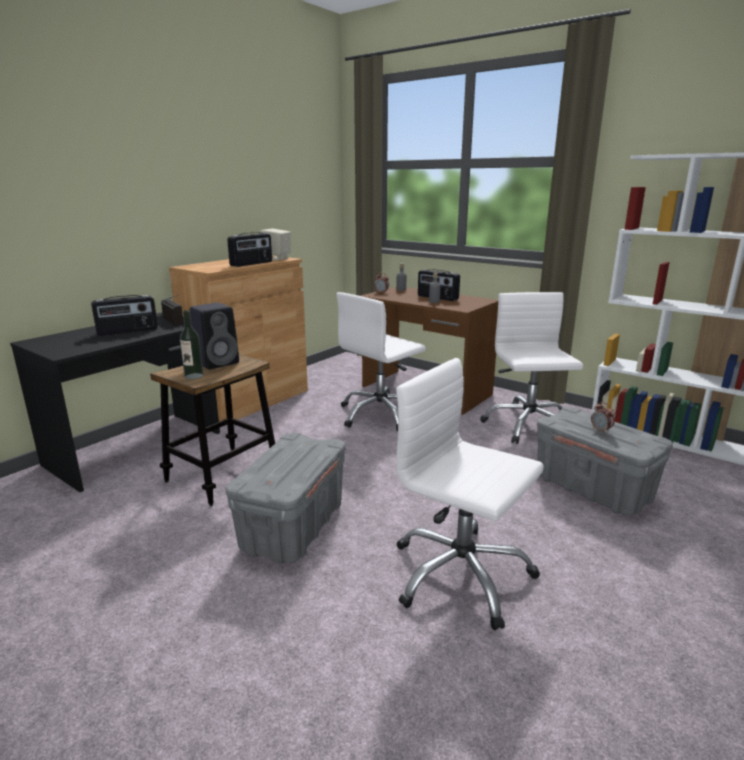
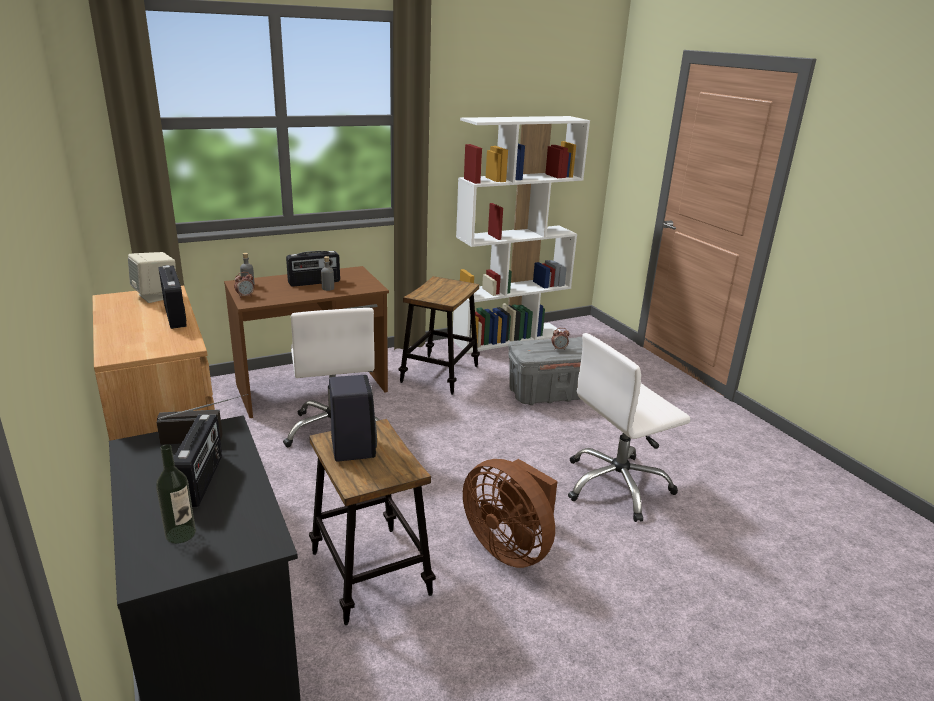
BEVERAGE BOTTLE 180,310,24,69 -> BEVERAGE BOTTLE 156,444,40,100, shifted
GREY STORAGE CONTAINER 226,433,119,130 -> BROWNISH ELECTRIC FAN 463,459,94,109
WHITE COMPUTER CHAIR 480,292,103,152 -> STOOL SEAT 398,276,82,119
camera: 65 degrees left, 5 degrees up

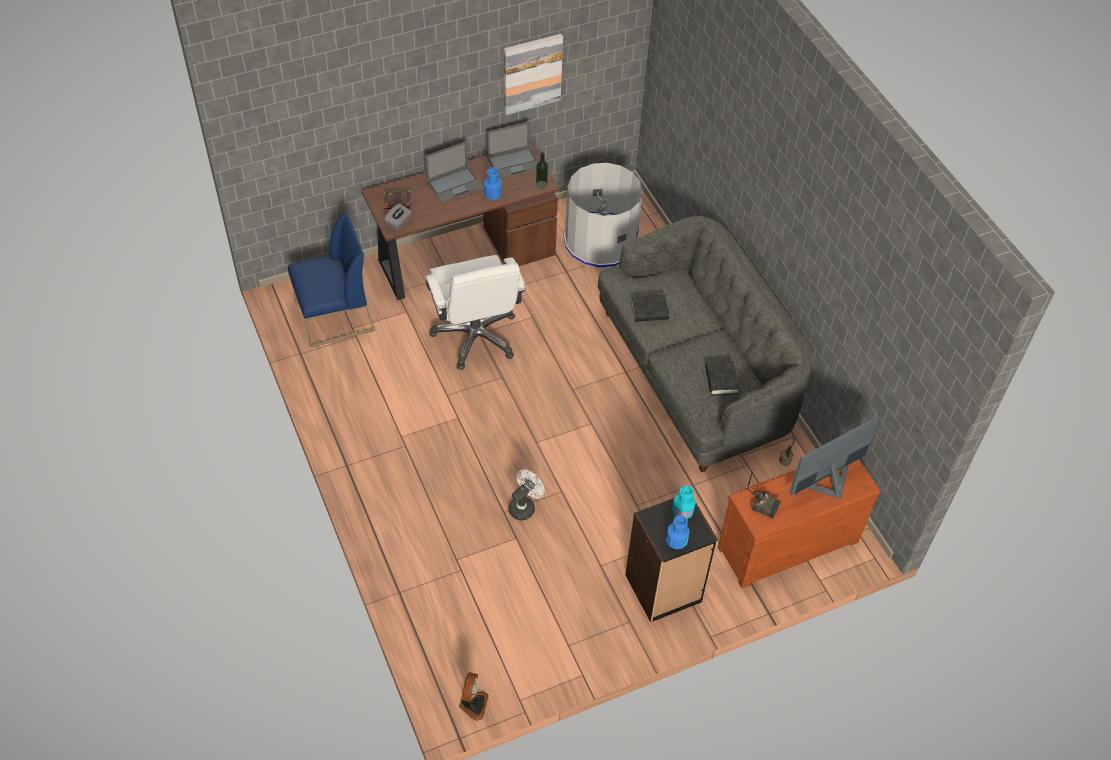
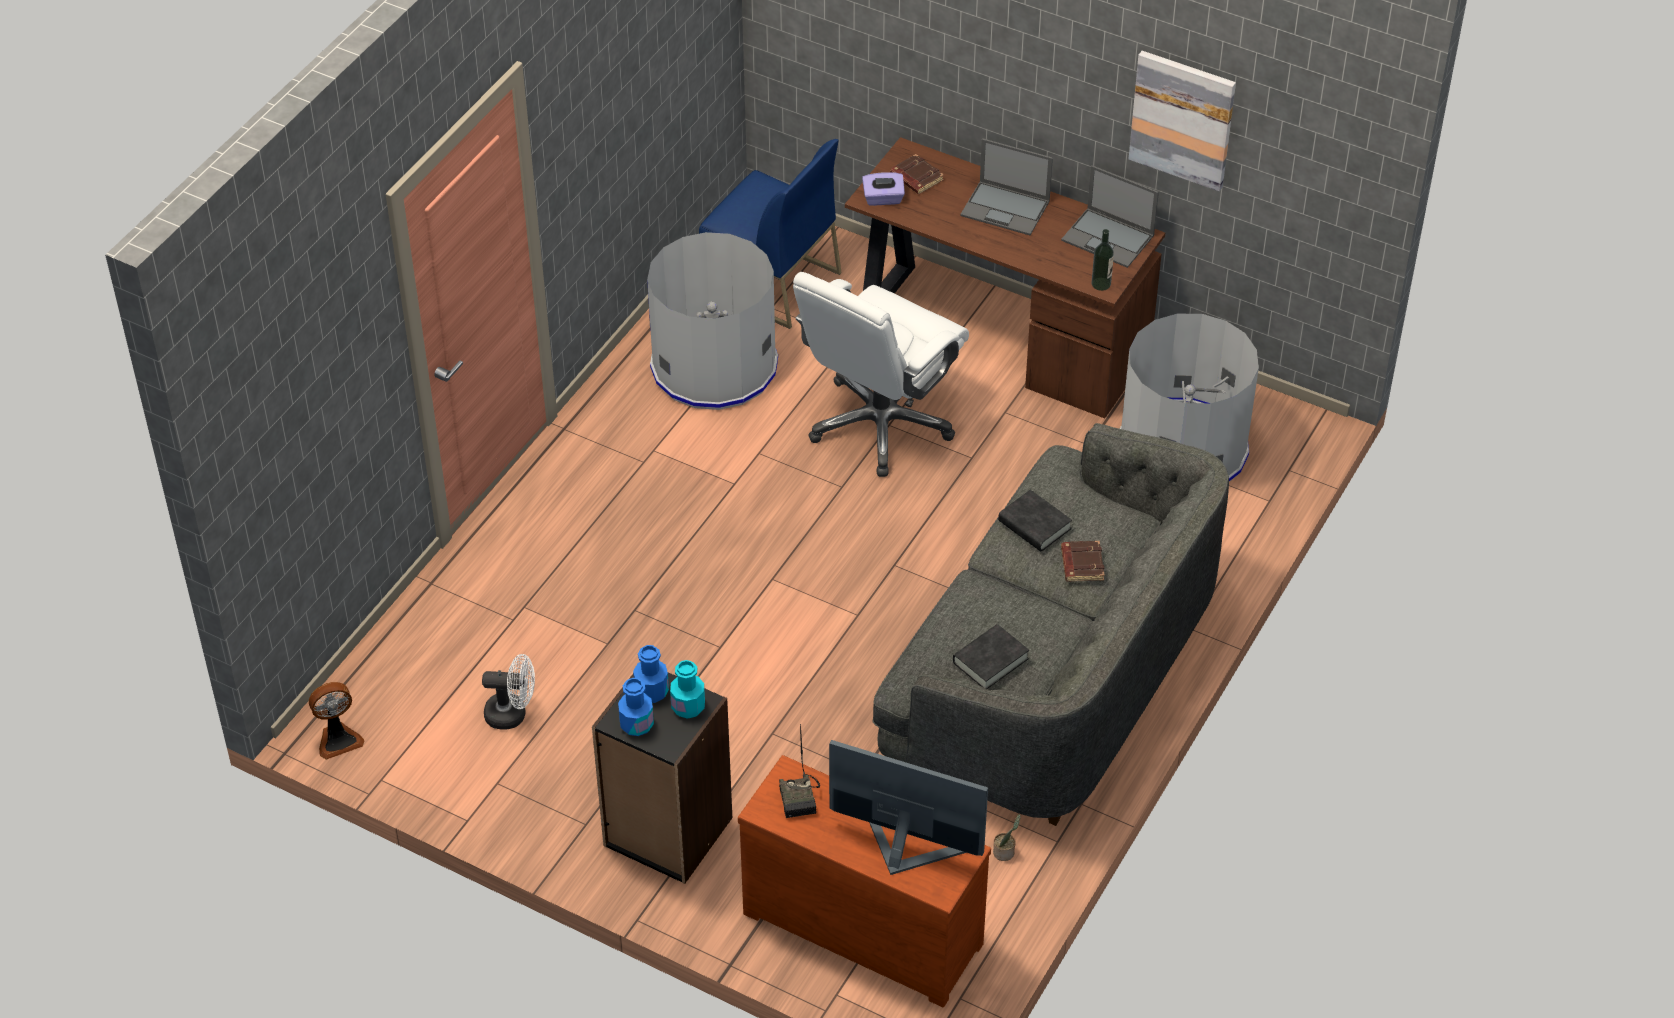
none -> GREY RUBBISH BIN 647,232,131,178
none -> BROWNISH BOUND BOOK 1061,541,44,41
BLUISH BEVERAGE BOTTLE 484,167,18,33 -> BLUISH BEVERAGE BOTTLE 633,645,36,58, shifted
WHITE ELECTRIC FAN 509,469,36,51 -> WHITE ELECTRIC FAN 482,654,53,76, shifted
GREY TISSUE BOX 384,203,28,28 -> PURPLISH TISSUE BOX 862,172,43,34
camera: 55 degrees right, 5 degrees down

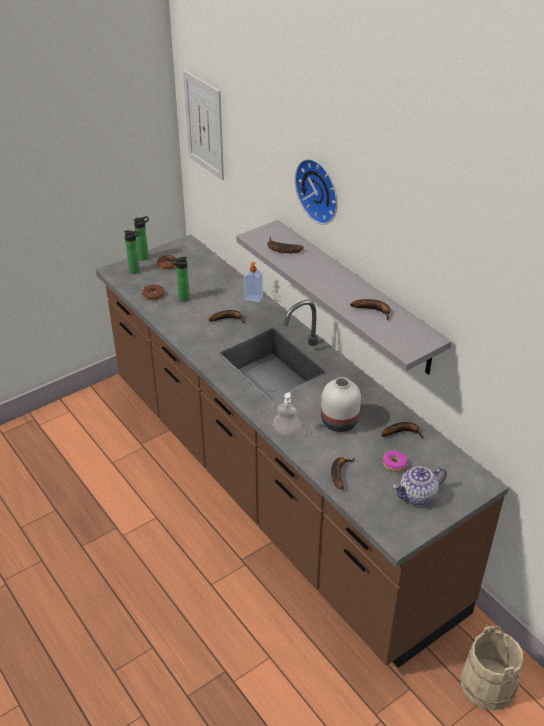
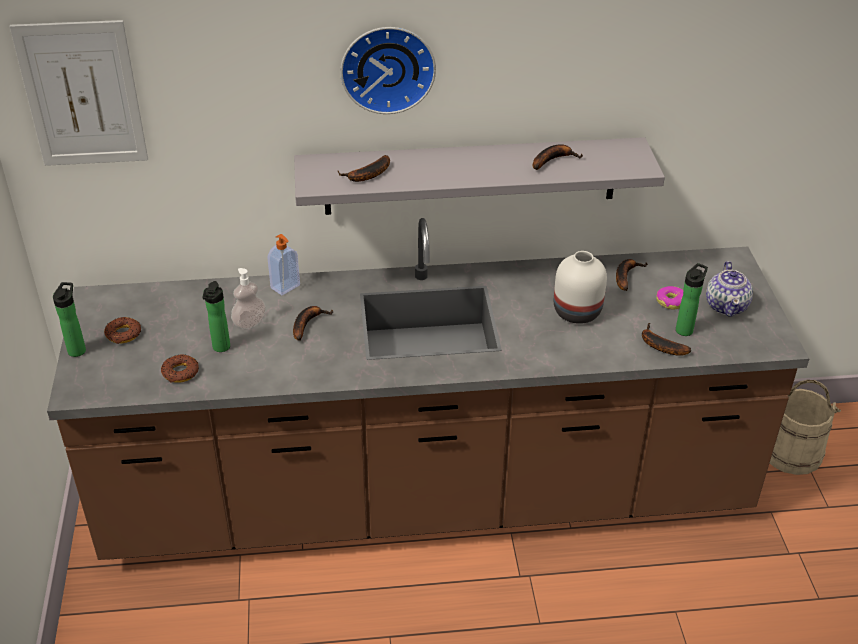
BEVERAGE BOTTLE 124,230,16,44 -> BEVERAGE BOTTLE 676,263,32,73, shifted
SOAP DISPENSER 273,392,28,45 -> SOAP DISPENSER 231,268,35,61, shifted
camera: 60 degrees left, 0 degrees up

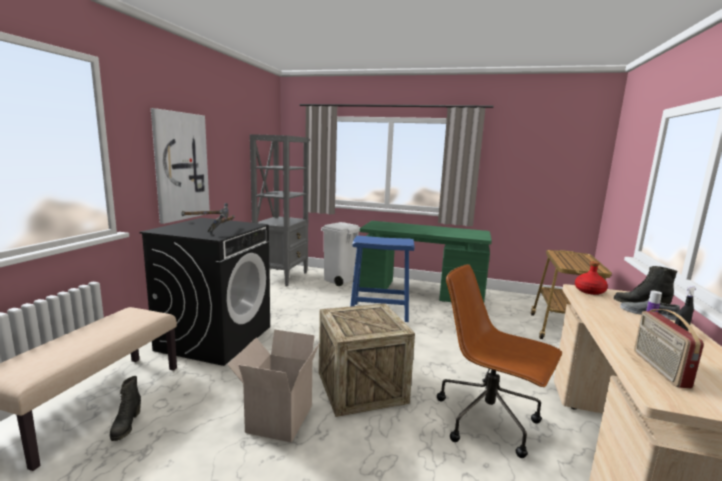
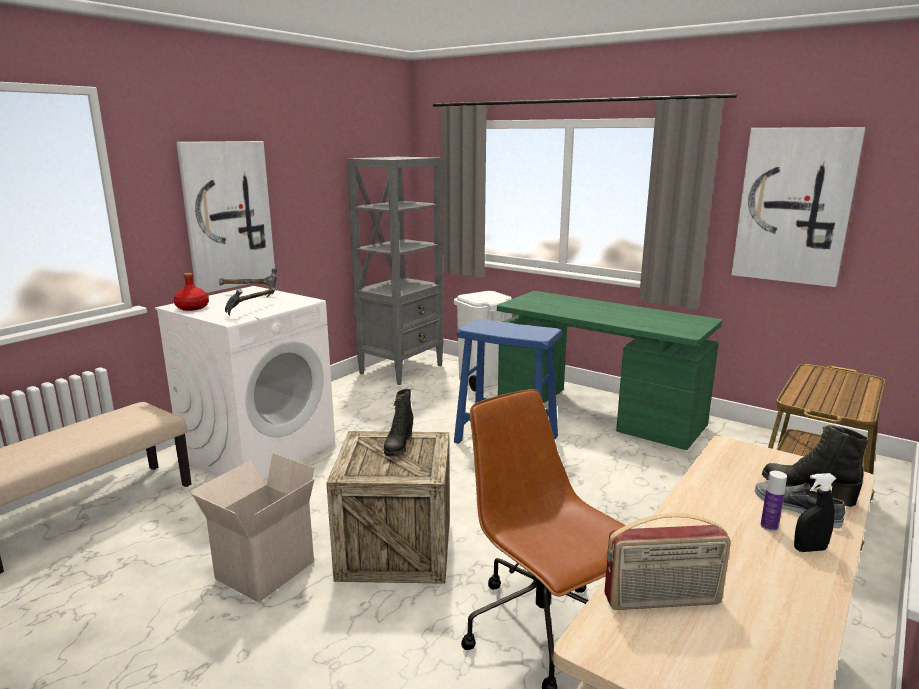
none -> WALL ART 731,127,134,160
BLACK TALL BOOT 110,376,31,65 -> BLACK TALL BOOT 384,389,29,68, shifted
RED BEVERAGE BOTTLE 575,261,33,34 -> RED BEVERAGE BOTTLE 174,273,35,38, shifted
BLACK WASHING MACHINE 139,218,131,148 -> WHITE WASHING MACHINE 155,286,180,195
RADIO 634,309,70,79 -> RADIO 604,513,127,97, 120 degrees counterclockwise
camera: 20 degrees right, 5 degrees up

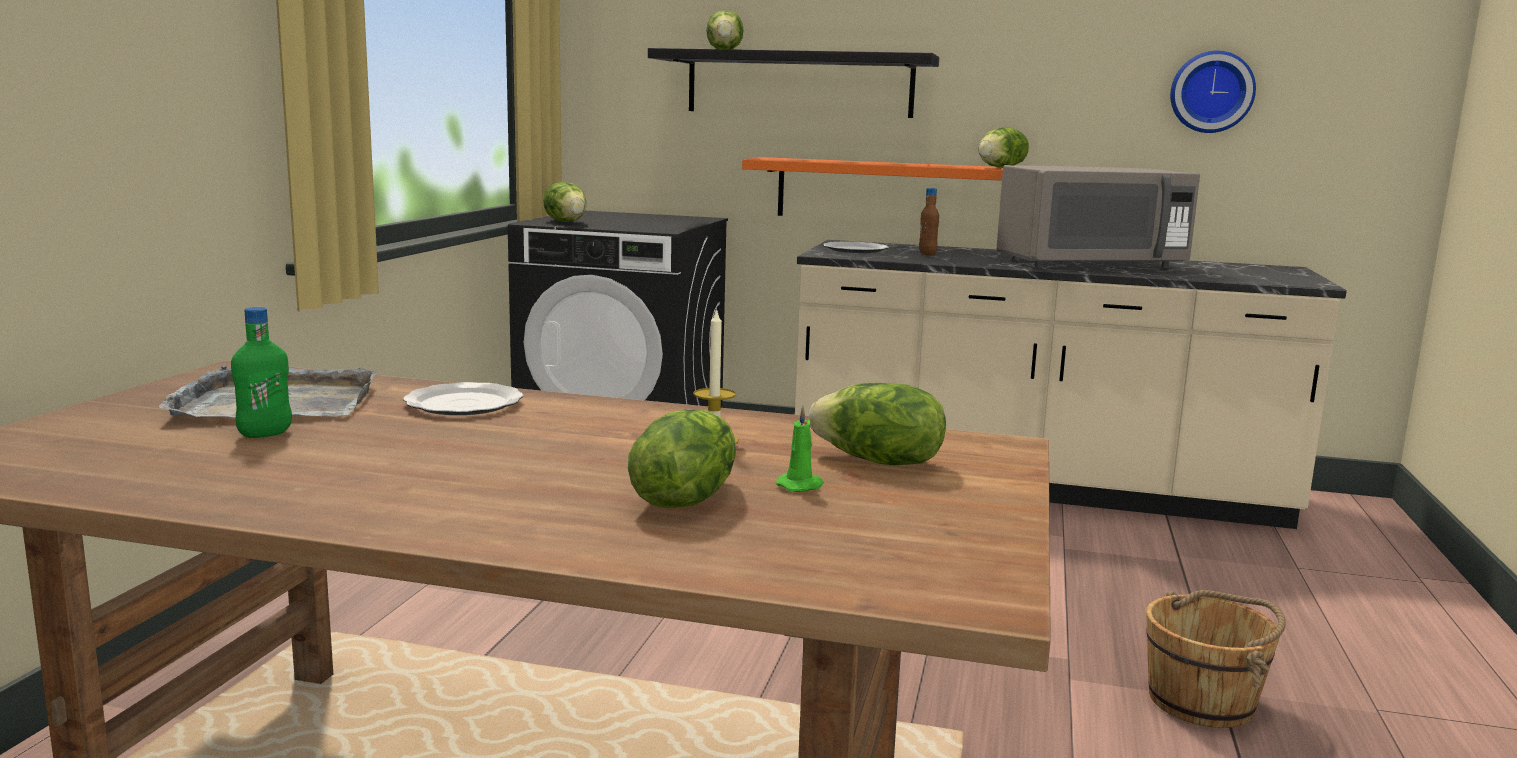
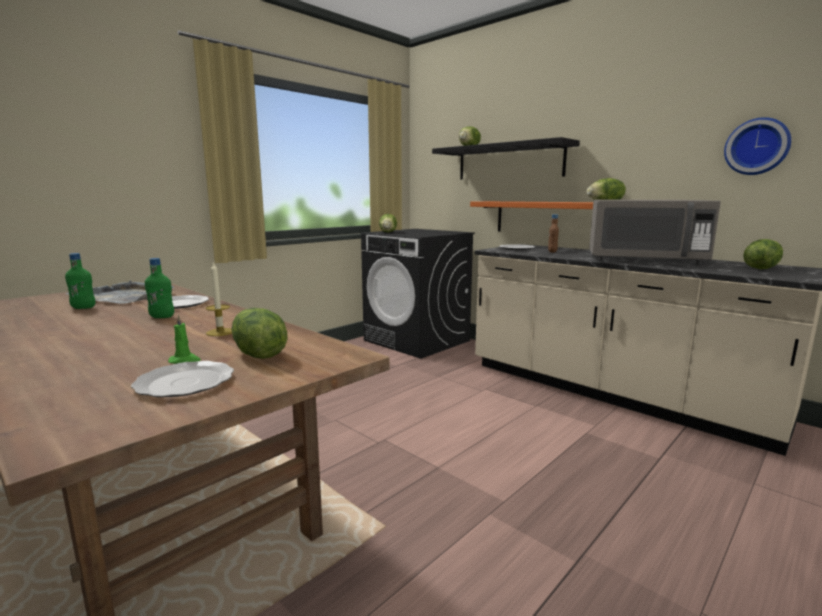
BROWNISH BUCKET 1146,590,139,138 -> none
none -> PLATE 131,361,103,36
none -> GREEN BEVERAGE BOTTLE 145,258,29,60
LETTUCE 628,409,108,99 -> LETTUCE 743,239,40,30, shifted
camera: 30 degrees right, 0 degrees up

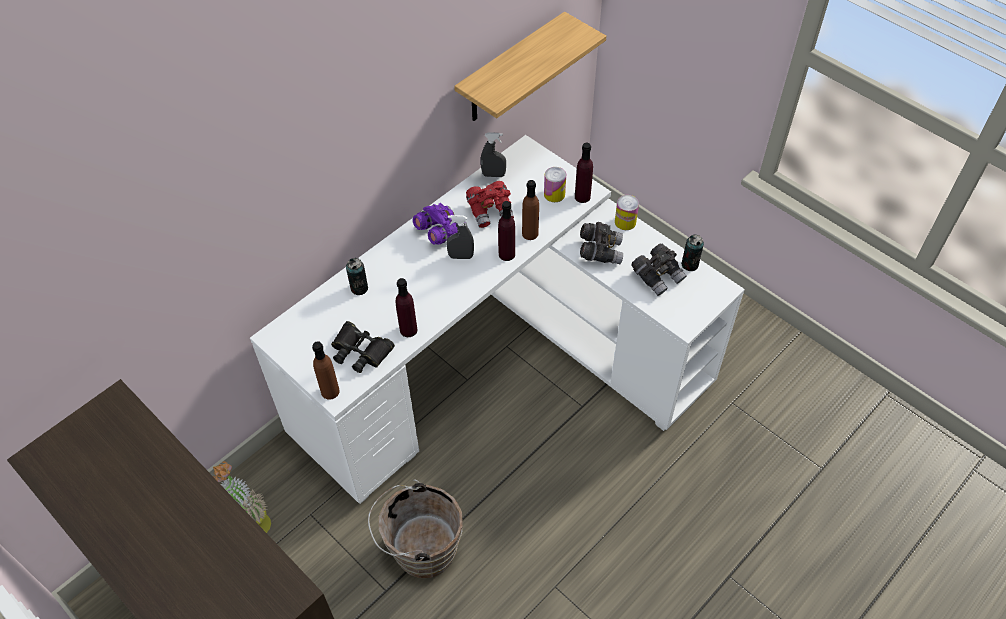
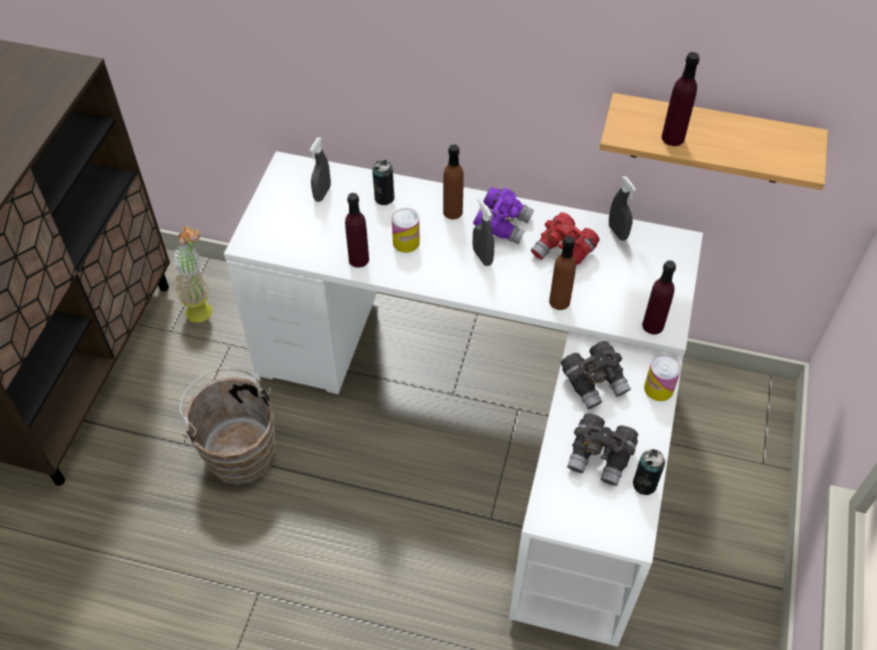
BLACK PAIR OF BINOCULARS 331,321,64,52 -> none
none -> GREY SPRAYER 310,137,21,65
BROWNISH BEVERAGE BOTTLE 312,341,28,59 -> BROWNISH BEVERAGE BOTTLE 443,144,21,75, shifted
PURPLISH BEVERAGE BOTTLE 498,201,17,60 -> PURPLISH BEVERAGE BOTTLE 662,52,38,94, shifted
SEALED CAN 544,167,22,35 -> SEALED CAN 392,208,28,45, shifted
camera: 60 degrees right, 0 degrees up

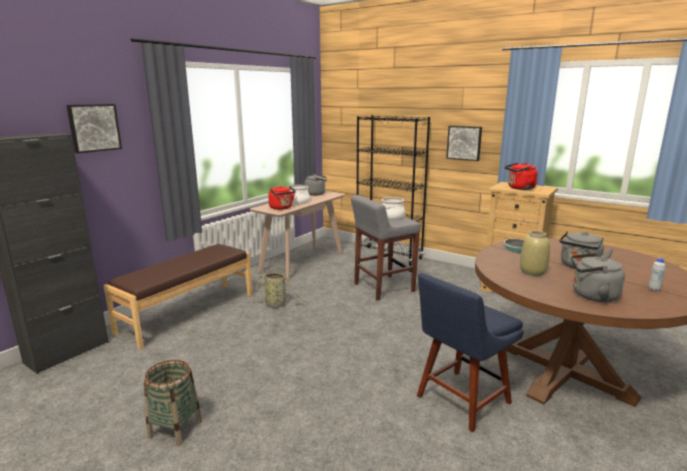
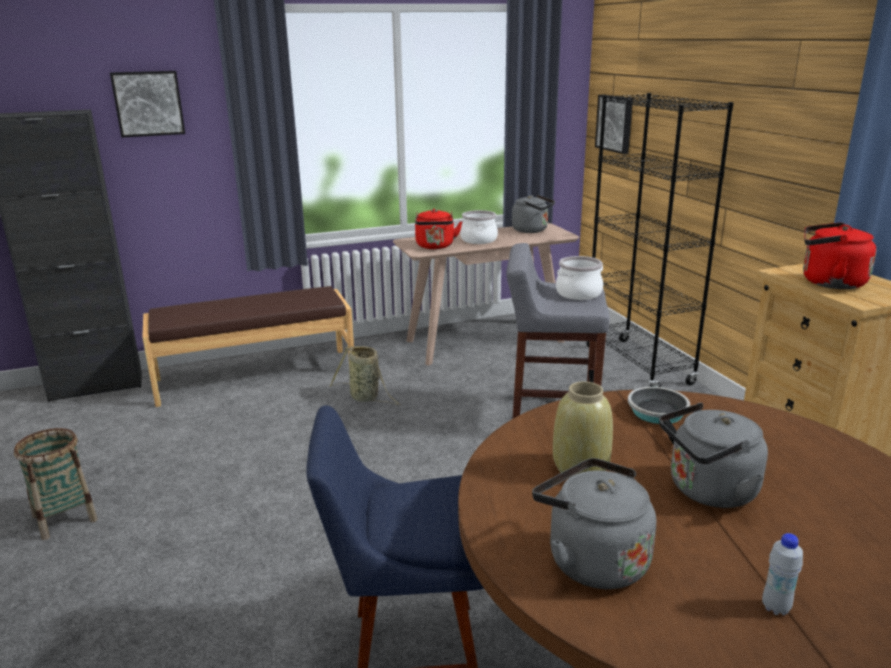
WALL ART 446,126,36,35 -> WALL ART 595,95,38,59, shifted
camera: 35 degrees right, 5 degrees up

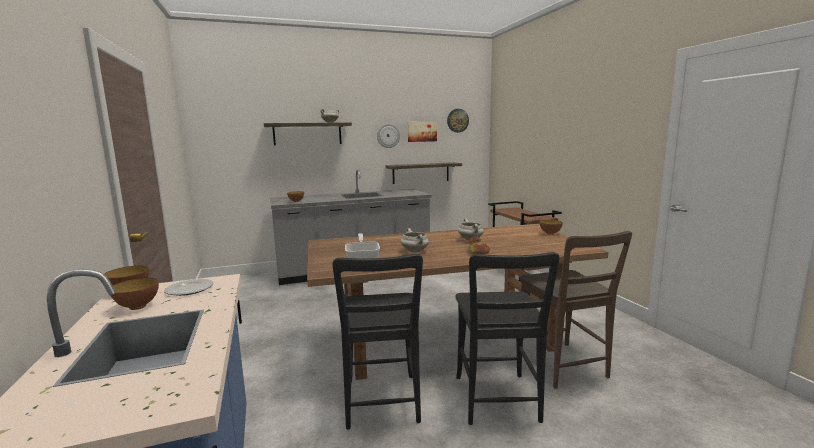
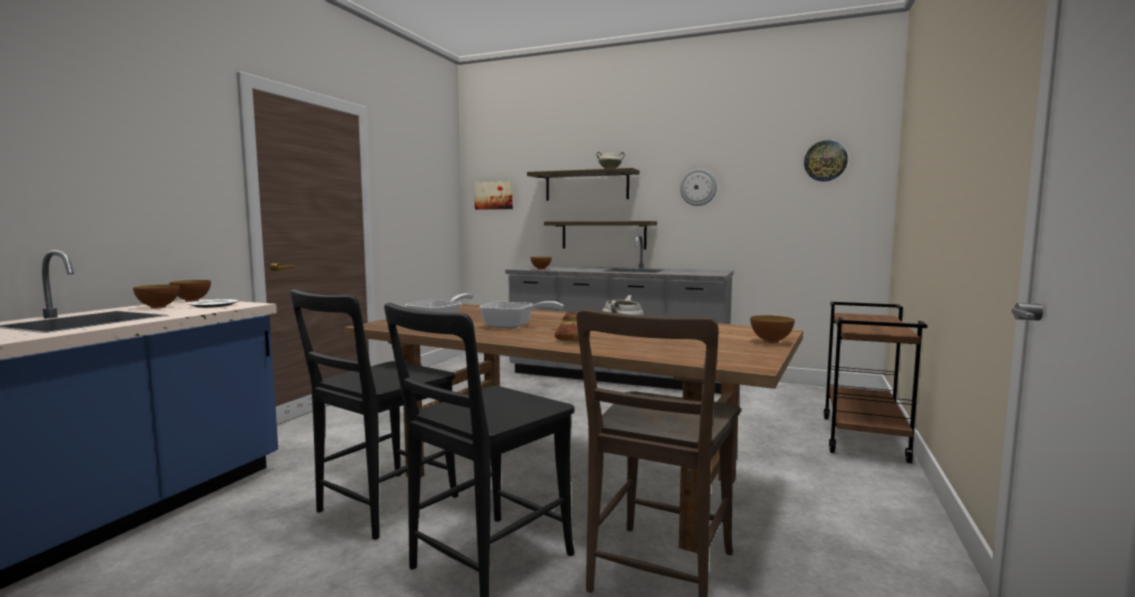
BRACKET SHELF 386,162,76,22 -> BRACKET SHELF 544,221,113,29, shifted
WALL ART 408,121,29,21 -> WALL ART 474,181,39,29, shifted
WHITE COOKING POT 401,228,28,25 -> PAN 479,301,84,28
camera: 40 degrees right, 5 degrees down

